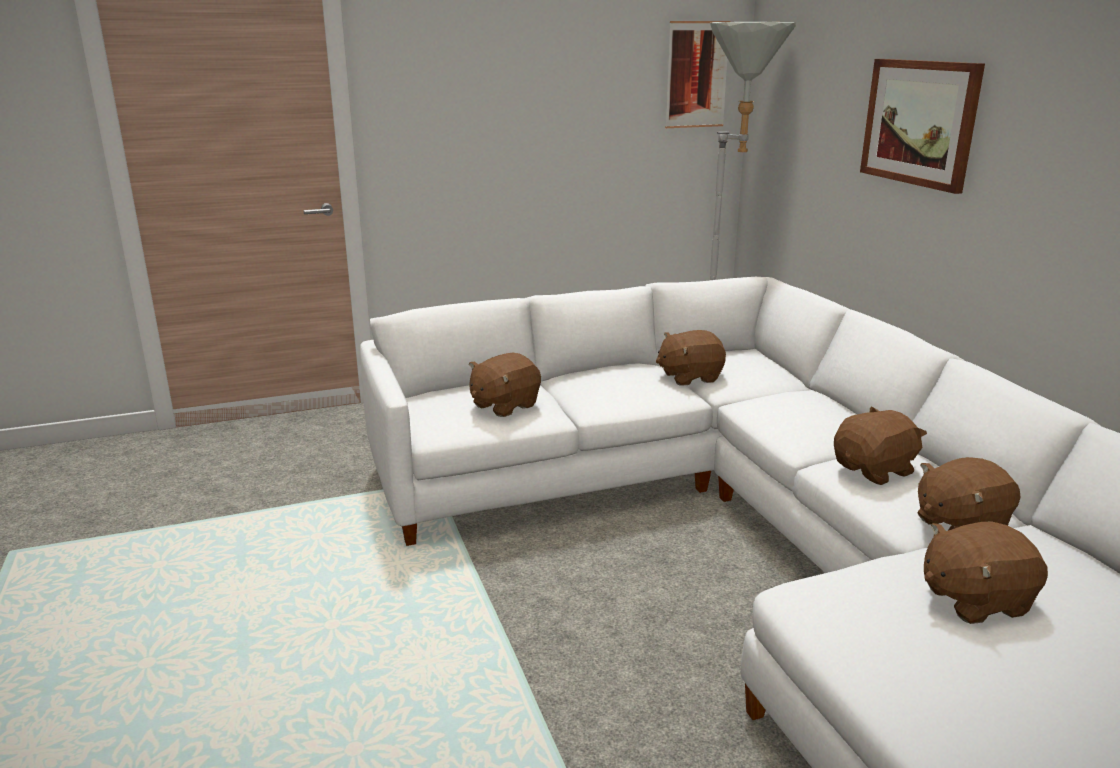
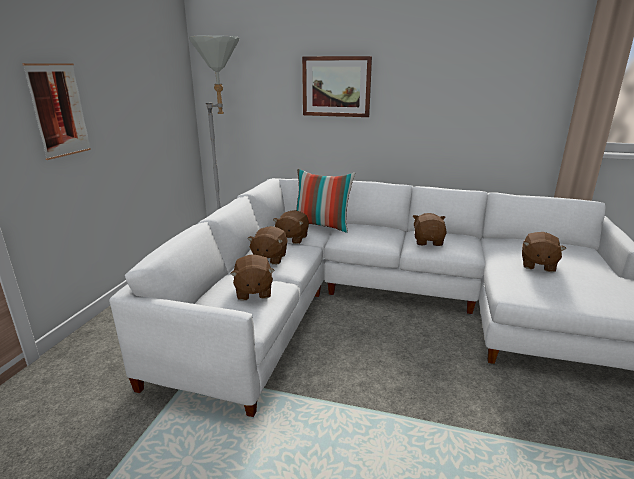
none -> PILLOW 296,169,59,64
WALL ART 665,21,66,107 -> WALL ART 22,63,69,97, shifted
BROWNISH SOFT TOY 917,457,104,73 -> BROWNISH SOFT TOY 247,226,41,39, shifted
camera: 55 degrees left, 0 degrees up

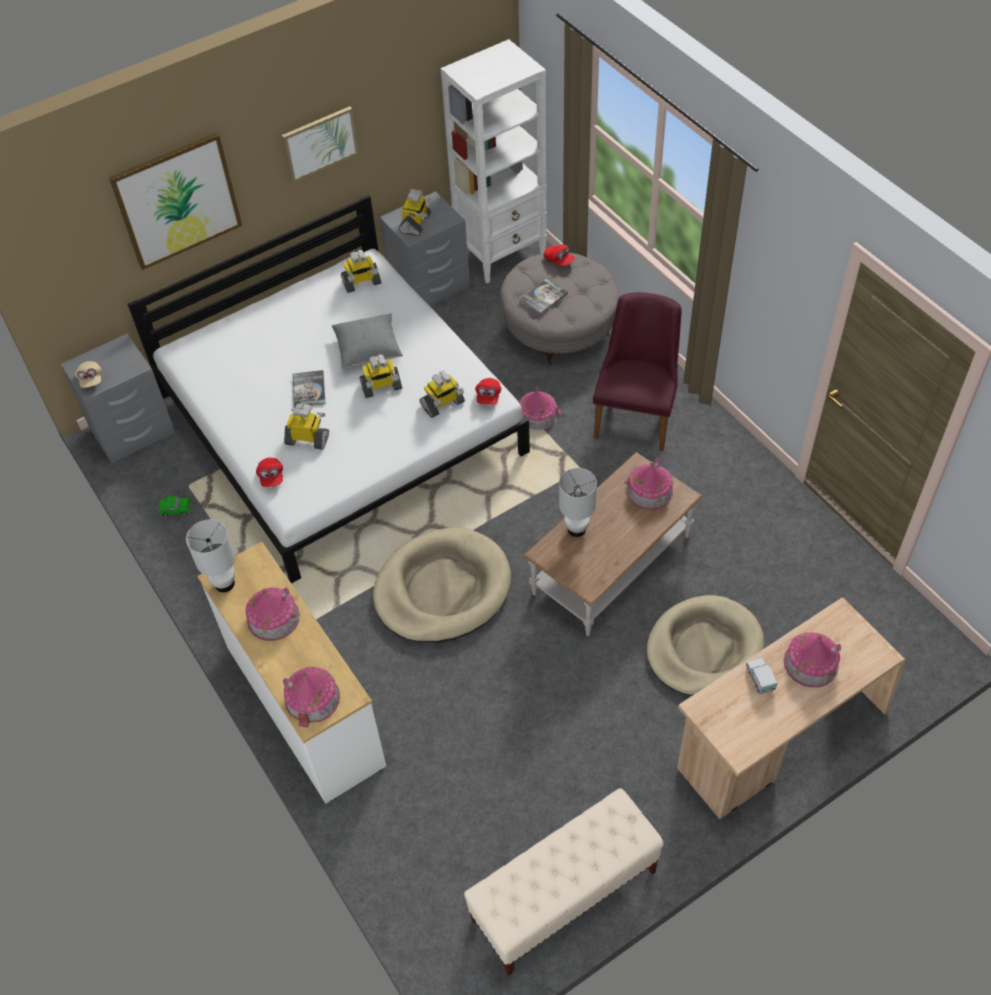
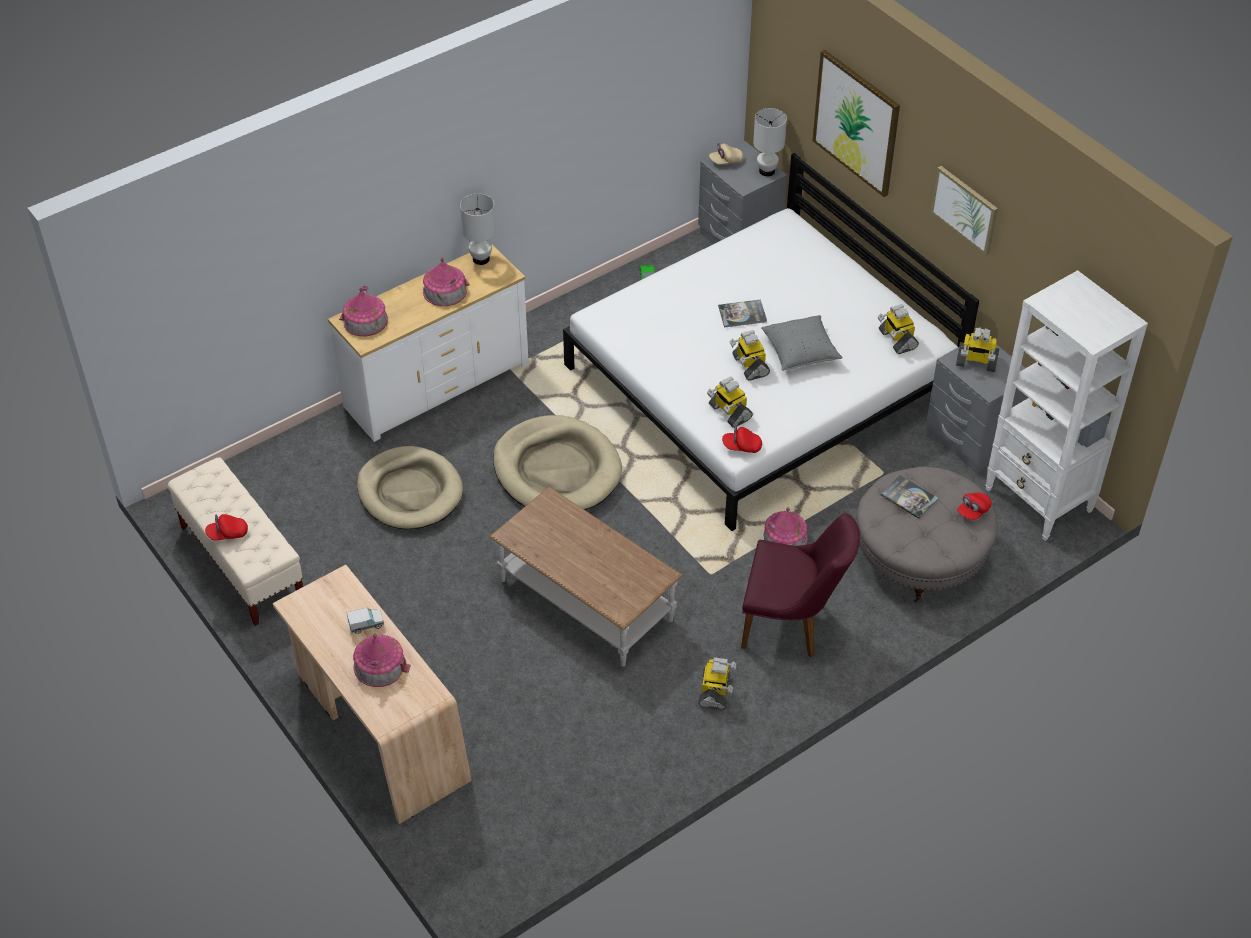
MODEL HOUSE 624,458,49,52 -> none
RED BASEBALL CAP 256,458,27,29 -> RED BASEBALL CAP 205,514,43,26, shifted
ROBOT FIGURE 284,403,45,47 -> ROBOT FIGURE 698,657,38,53, shifted
WHITE TABLETOP LAMP 559,468,38,69 -> WHITE TABLETOP LAMP 753,108,34,68, shifted
BEIGE DOG CUSHION 647,595,118,101 -> BEIGE DOG CUSHION 357,446,106,83, shifted
camera: 85 degrees right, 5 degrees down

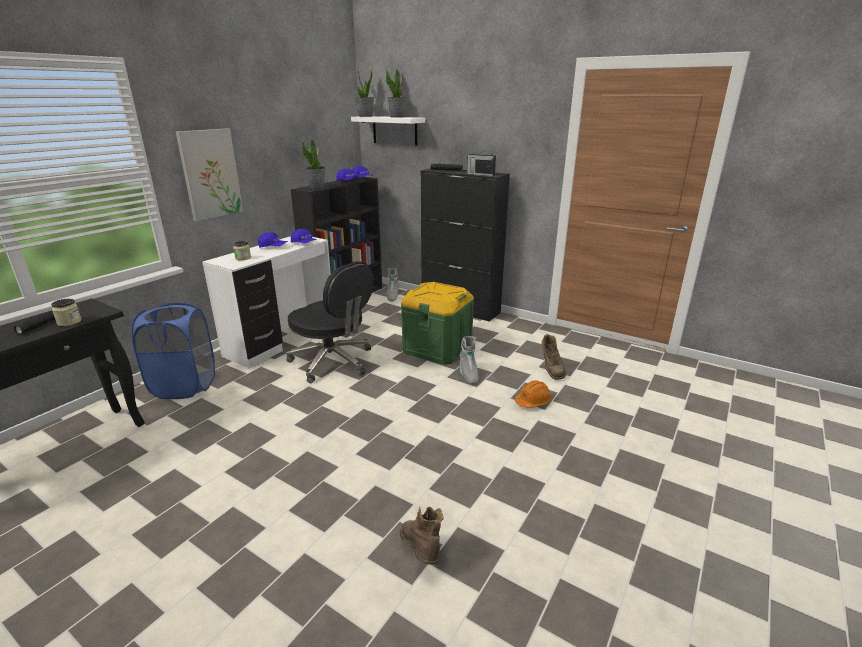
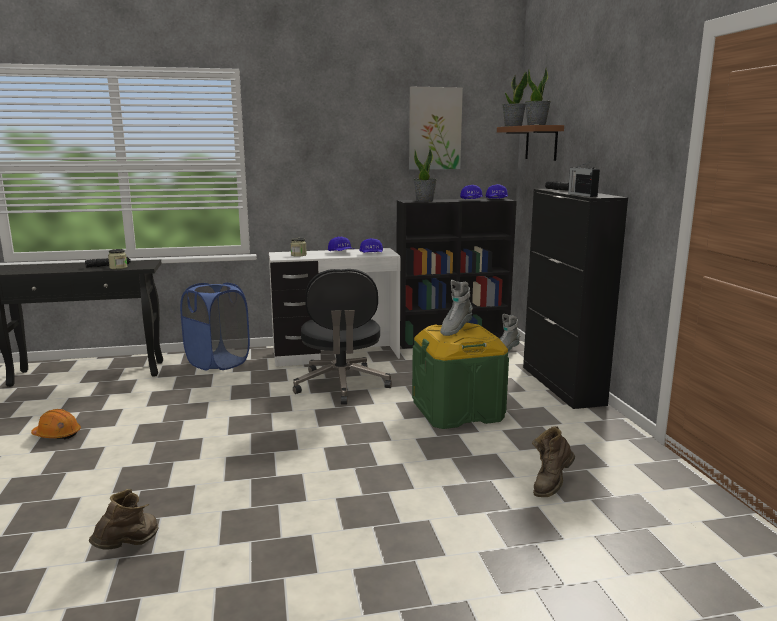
WALL ART 176,128,67,93 -> WALL ART 409,87,54,83, shifted
GREY TALL BOOT 460,336,19,48 -> GREY TALL BOOT 440,280,33,56, shifted
ORANGE-COLOURED WORK HELMET 515,380,37,28 -> ORANGE-COLOURED WORK HELMET 31,409,50,31, shifted
WHITE BRACKET SHELF 351,116,74,30 -> BROWNISH BRACKET SHELF 497,125,67,36
camera: 45 degrees right, 10 degrees down

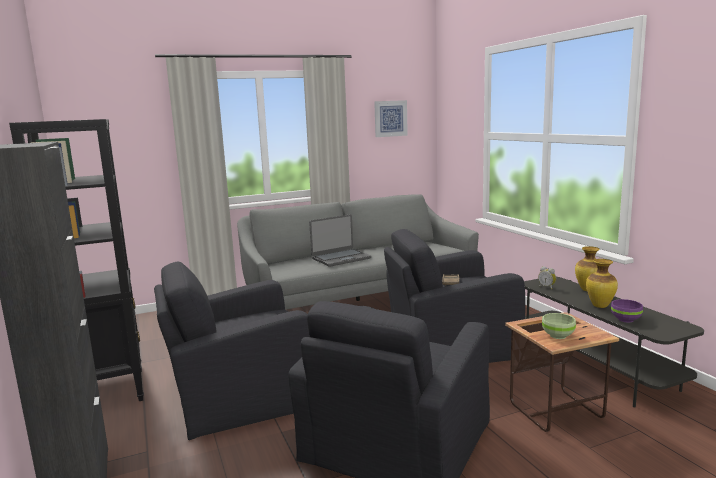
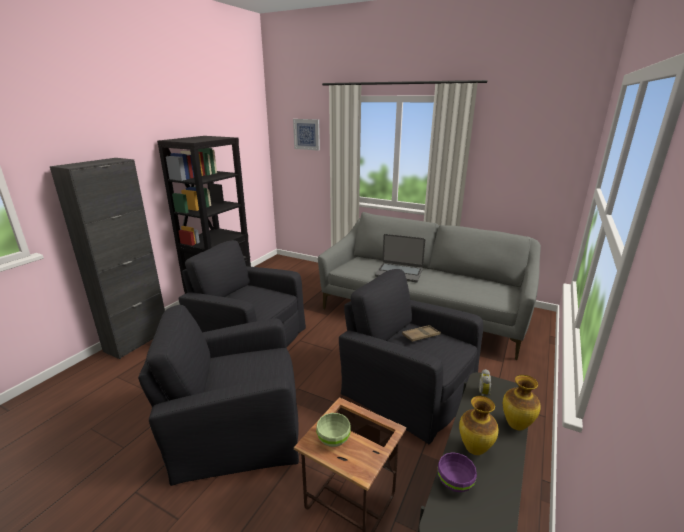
WALL ART 374,100,34,37 -> WALL ART 293,119,27,32, shifted
camera: 50 degrees right, 10 degrees up

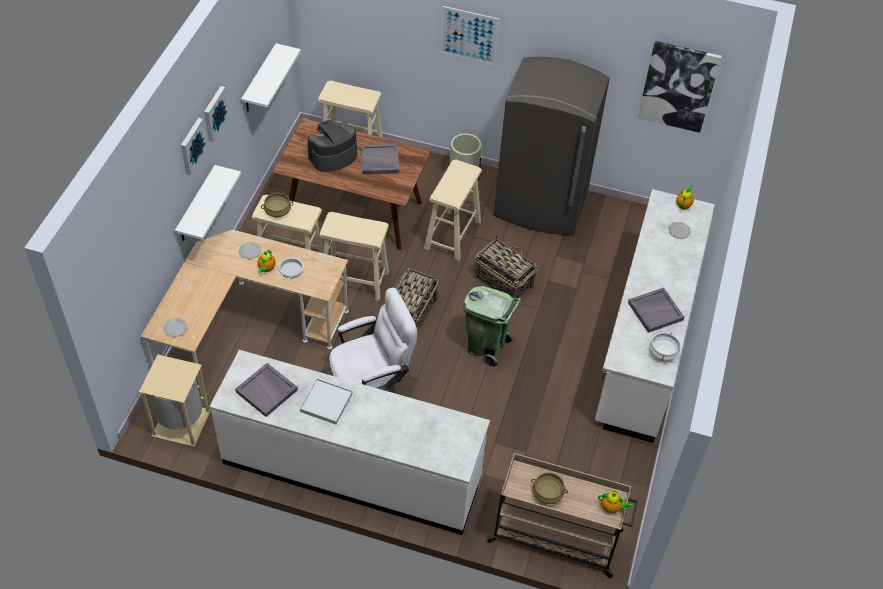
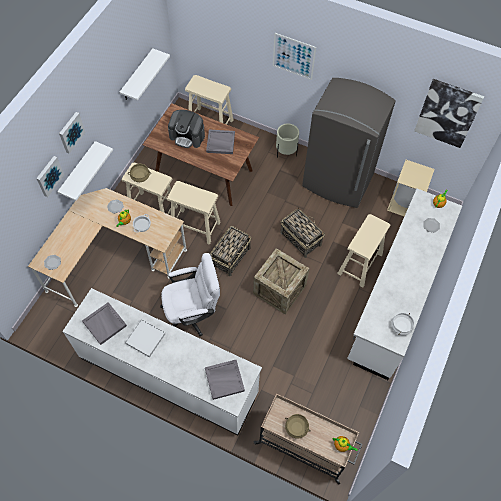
BEIGE RUBBISH BIN 139,354,72,93 -> BEIGE RUBBISH BIN 387,160,48,56, shifted
WALL ART 204,86,25,56 -> WALL ART 36,156,28,41, shifted
BEIGE STOOL SEAT 424,159,58,102 -> BEIGE STOOL SEAT 337,214,53,73, shifted
GREY CARRYING TRAY 628,288,56,45 -> GREY CARRYING TRAY 205,360,40,40, shifted
GREEN RUBBISH BIN 463,286,59,82 -> PACKING CRATE 253,248,57,66
COFFEE MACHINE 307,120,50,52 -> COFFEE MACHINE 168,110,37,38, 135 degrees counterclockwise
camera: 10 degrees right, 10 degrees up

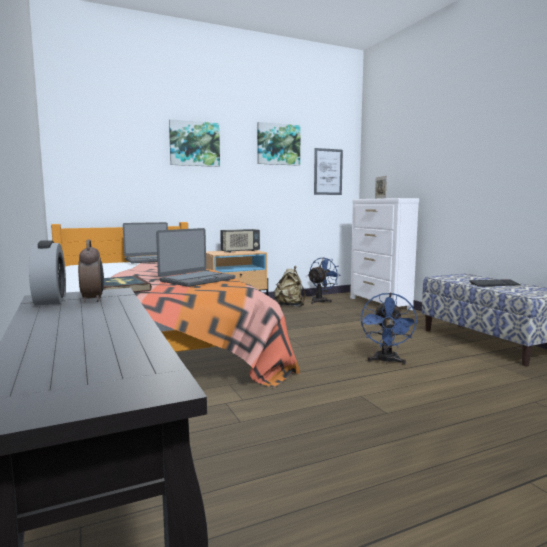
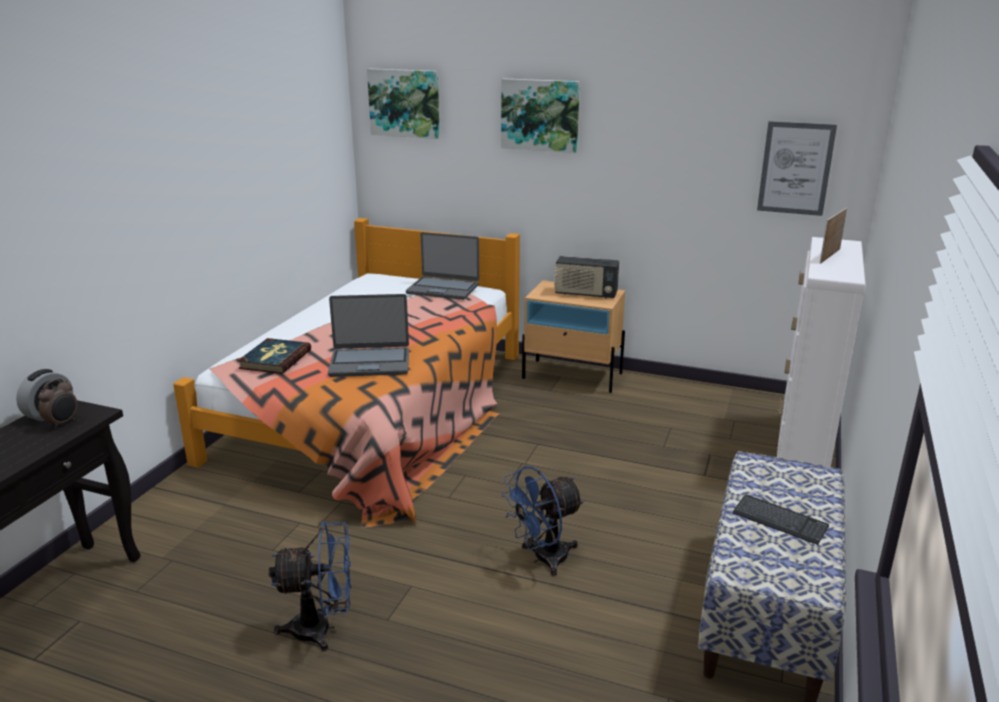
BEIGE KNAPSACK 274,266,31,41 -> none
WALL ART 257,122,44,44 -> WALL ART 367,69,73,70, shifted
BLUISH ELECTRIC FAN 308,257,33,47 -> BLUISH ELECTRIC FAN 268,521,83,130, shifted
camera: 45 degrees right, 15 degrees up

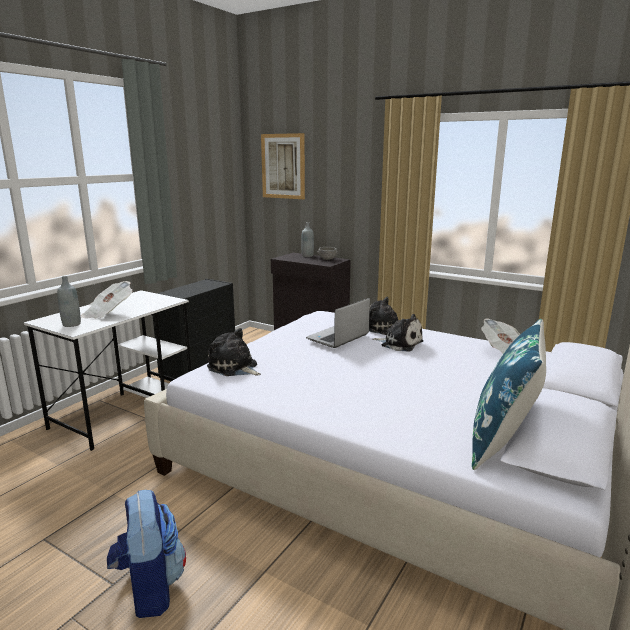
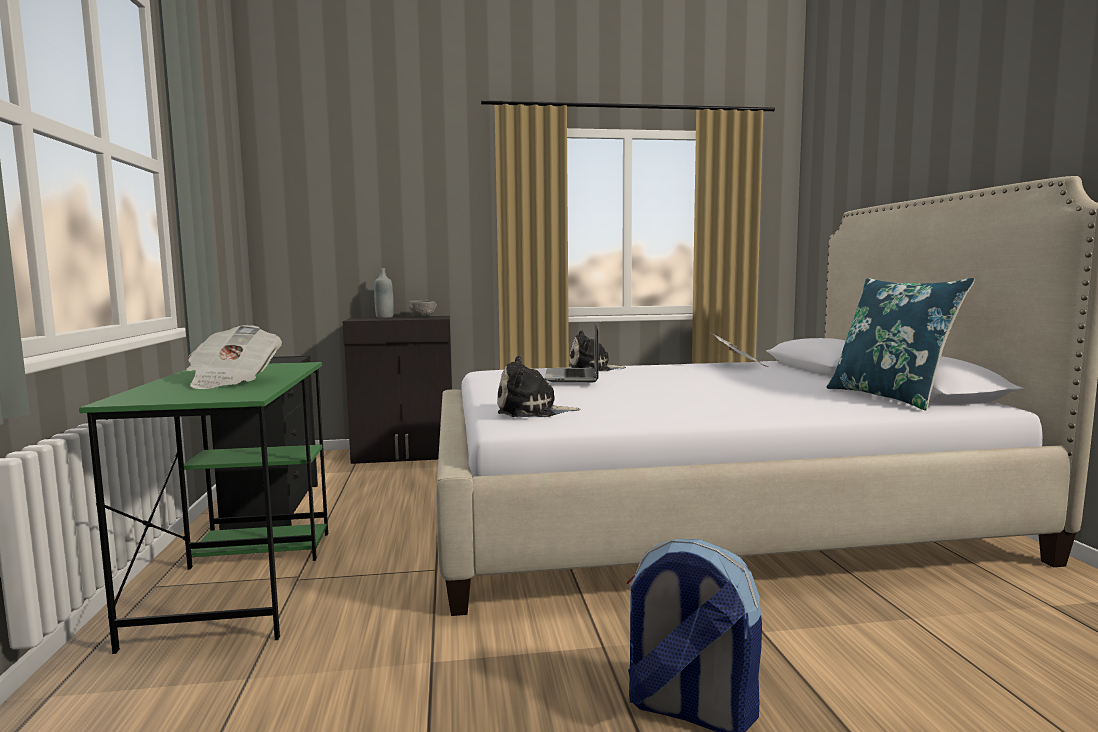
GREY BEVERAGE BOTTLE 57,276,24,51 -> none
WALL ART 261,133,44,66 -> none
SOFT TOY 372,314,51,38 -> none
WHITE DESK 24,290,168,161 -> GREEN DESK 79,362,249,292
camera: 40 degrees left, 10 degrees down

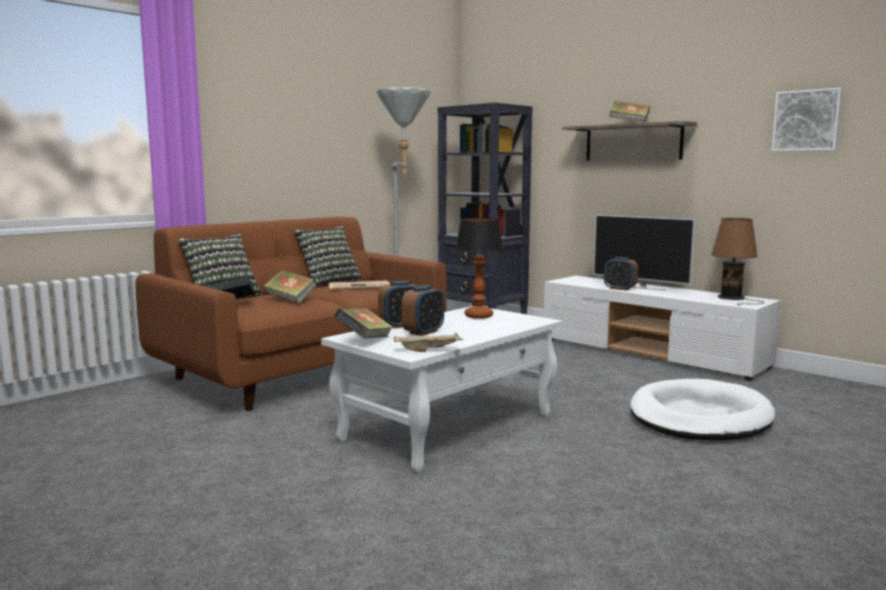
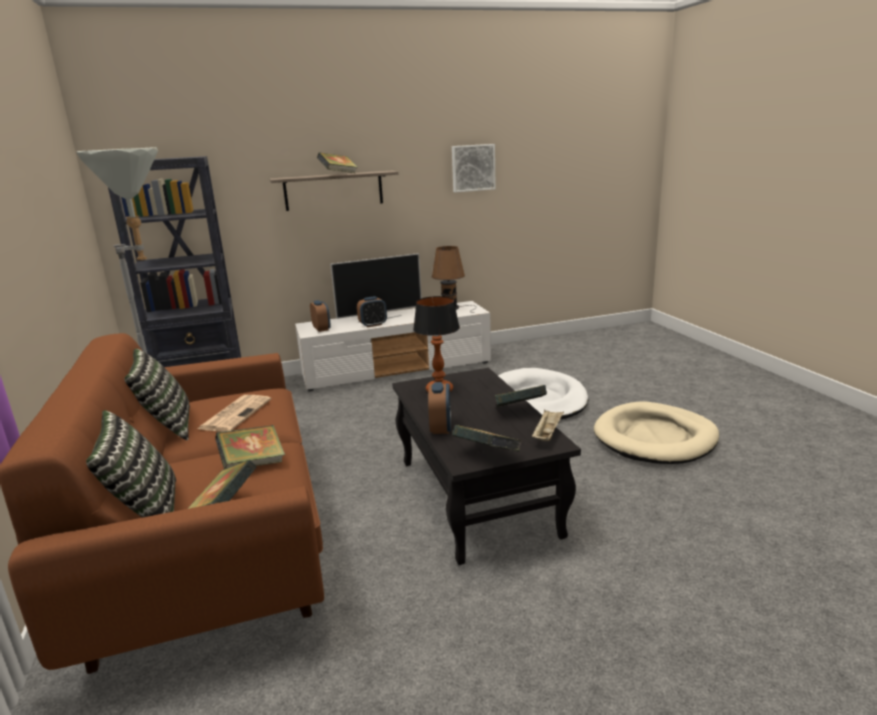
none -> BOUND BOOK 494,385,53,23
none -> BEIGE DOG CUSHION 594,401,125,63
BEDSIDE CLOCK 402,285,42,51 -> BEDSIDE CLOCK 310,300,21,32, shifted
WHITE LOUNGE TABLE 321,306,241,167 -> BLACK LOUNGE TABLE 392,368,189,197
camera: 60 degrees left, 10 degrees up

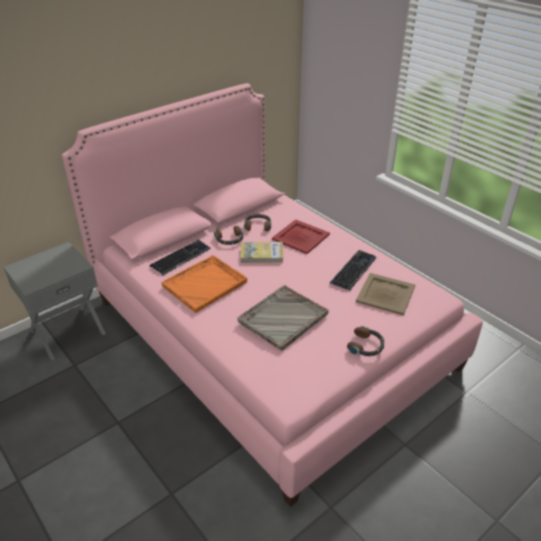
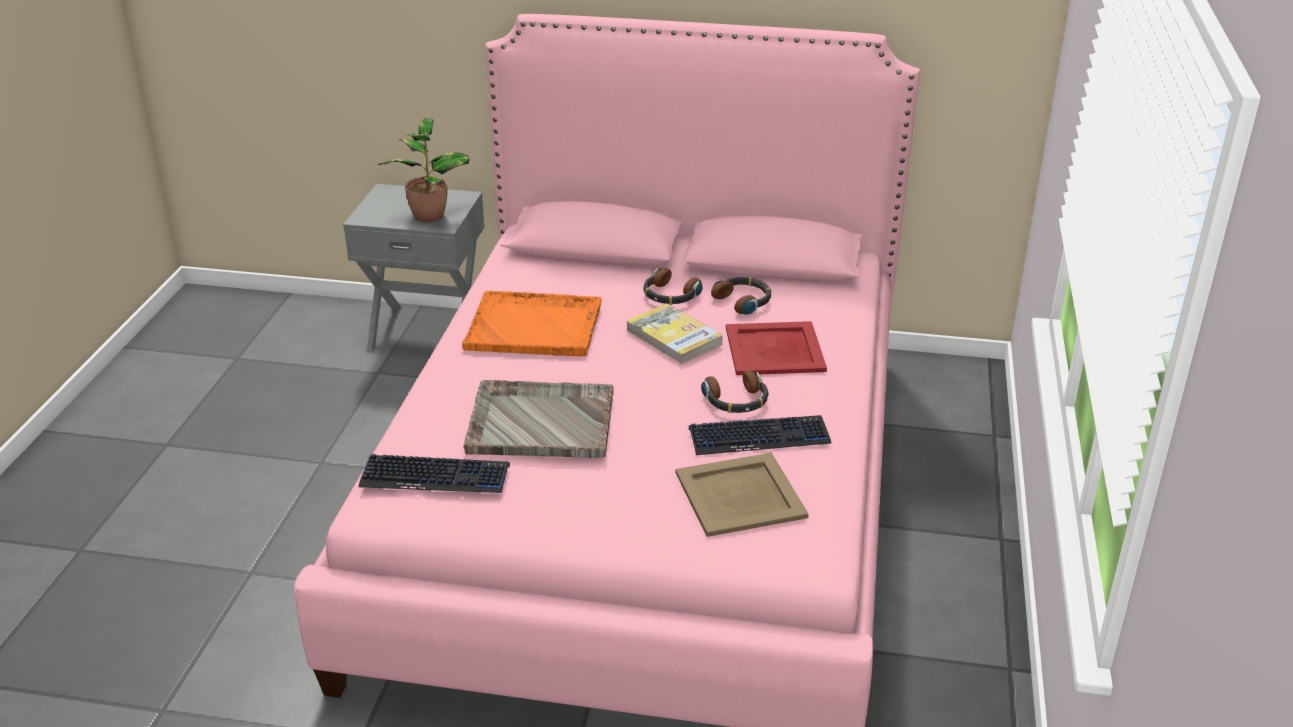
none -> HOUSEPLANT 376,118,93,104
KEYBOARD 150,240,61,36 -> KEYBOARD 358,454,152,39, shifted
HEADSET 347,326,37,30 -> HEADSET 701,370,68,43, shifted
camera: 50 degrees right, 5 degrees down

